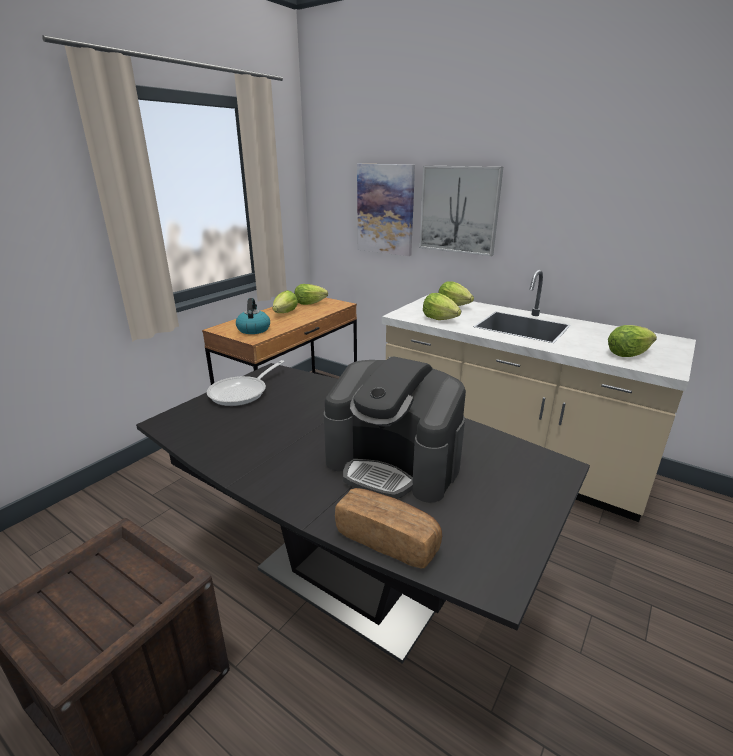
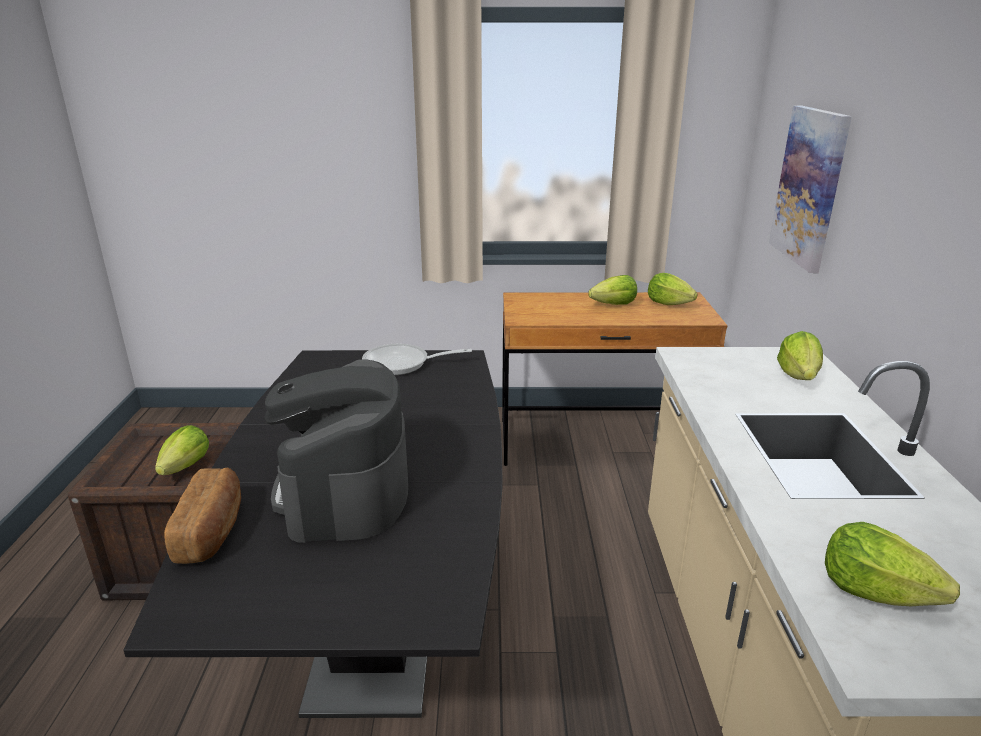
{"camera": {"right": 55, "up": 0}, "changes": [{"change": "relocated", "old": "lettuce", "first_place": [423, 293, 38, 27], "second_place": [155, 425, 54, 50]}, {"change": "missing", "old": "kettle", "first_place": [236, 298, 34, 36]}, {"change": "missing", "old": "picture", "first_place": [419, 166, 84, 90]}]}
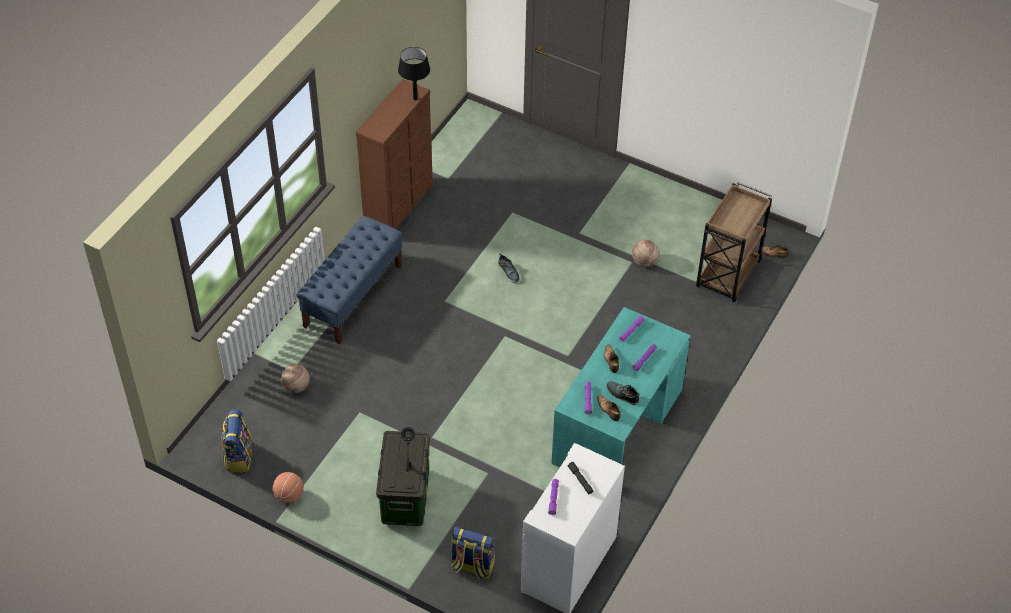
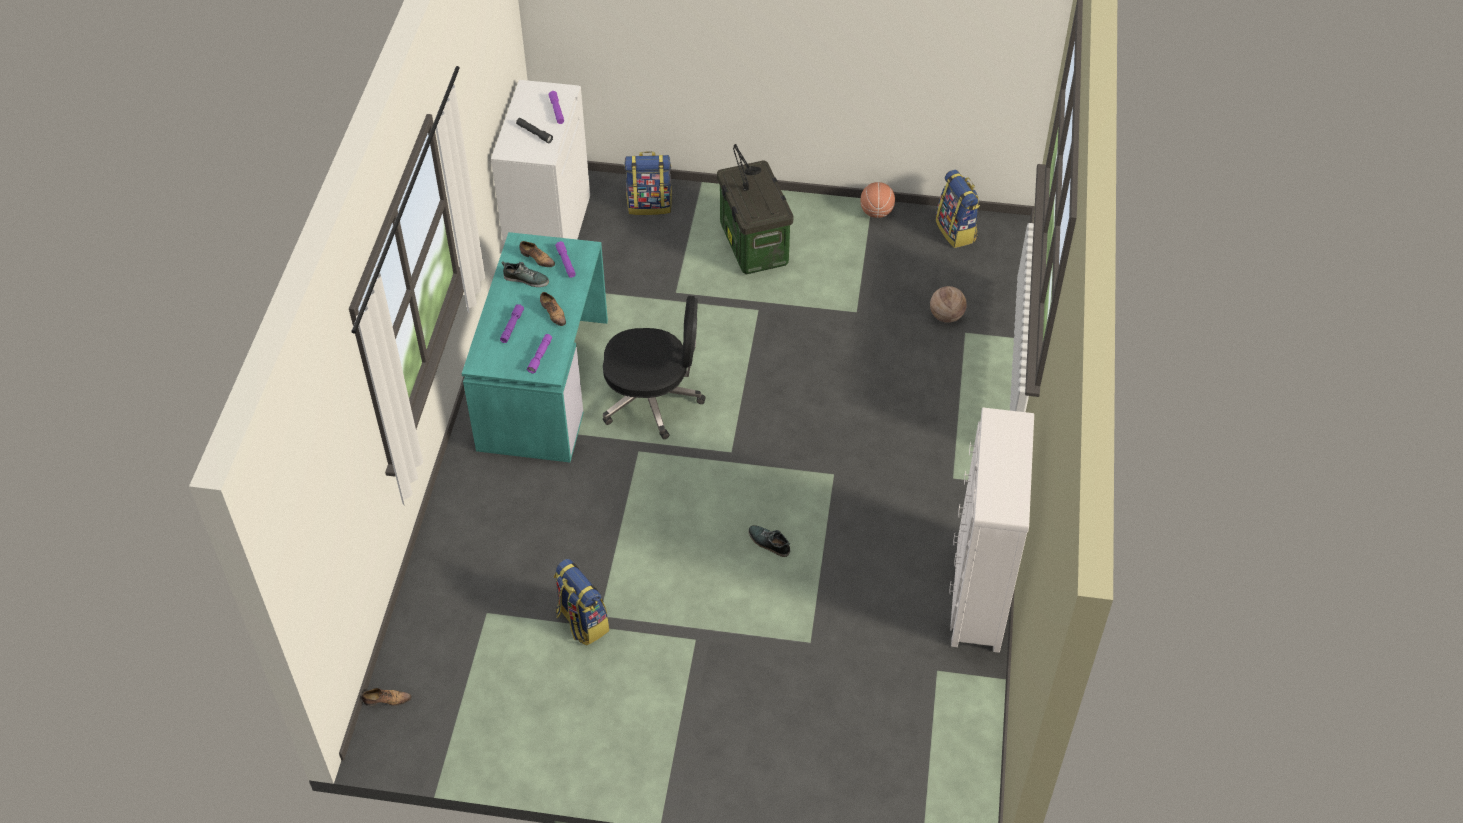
{"camera": {"right": 160, "up": 0}, "changes": [{"change": "exchanged", "old": "basketball", "new": "backpack", "first_place": [632, 240, 27, 27], "second_place": [554, 559, 55, 87]}, {"change": "appeared", "new": "office chair (black)", "second_place": [603, 296, 103, 143]}, {"change": "colour", "old": "dresser (brown)", "new": "dresser (white)", "first_place": [356, 79, 77, 150], "second_place": [949, 408, 85, 245]}, {"change": "missing", "old": "bench (blue)", "first_place": [296, 216, 106, 128]}, {"change": "missing", "old": "table lamp (black)", "first_place": [398, 47, 32, 53]}, {"change": "missing", "old": "cart (brown)", "first_place": [696, 182, 76, 120]}]}
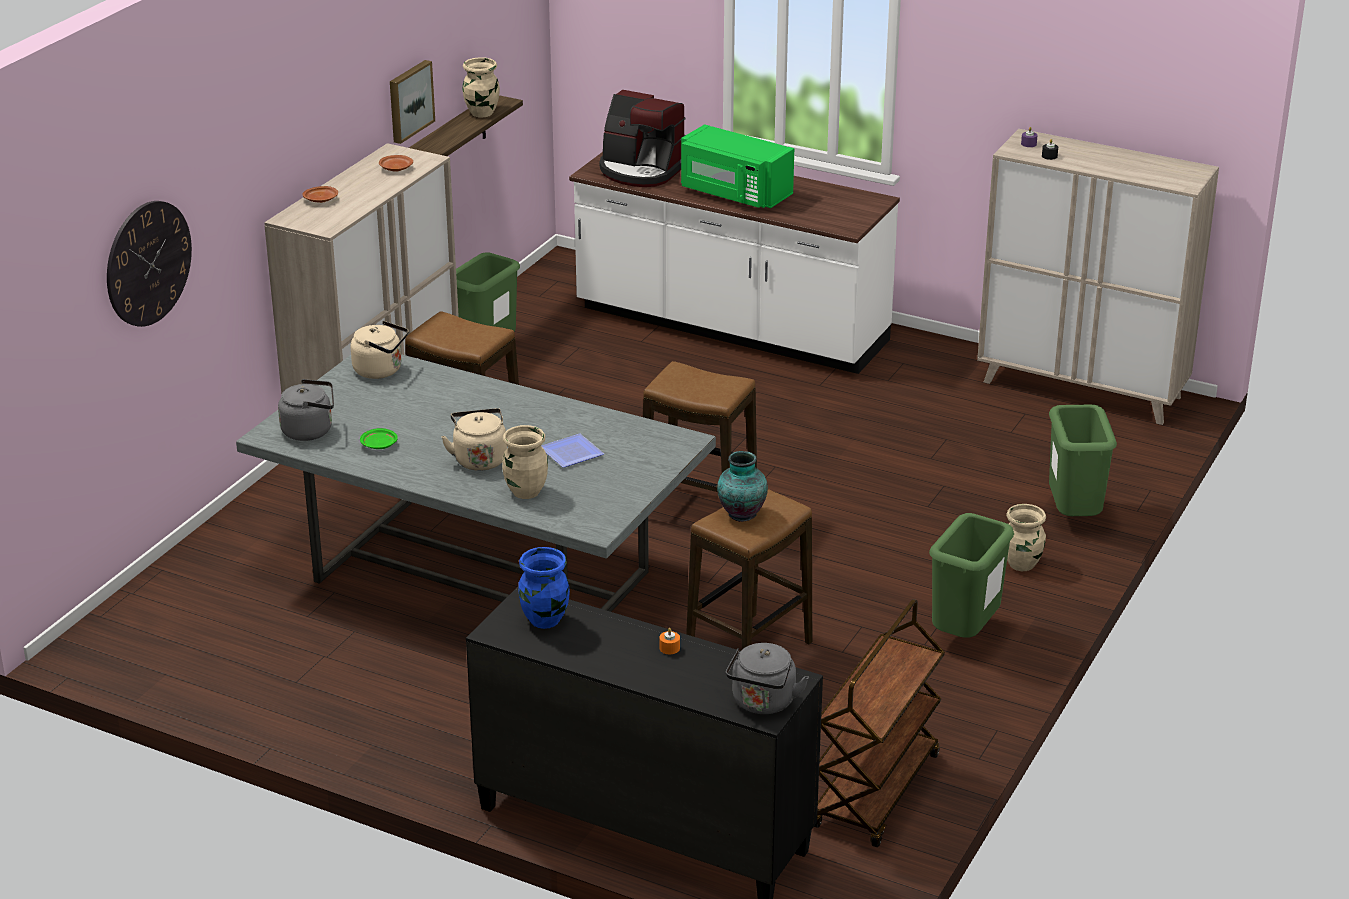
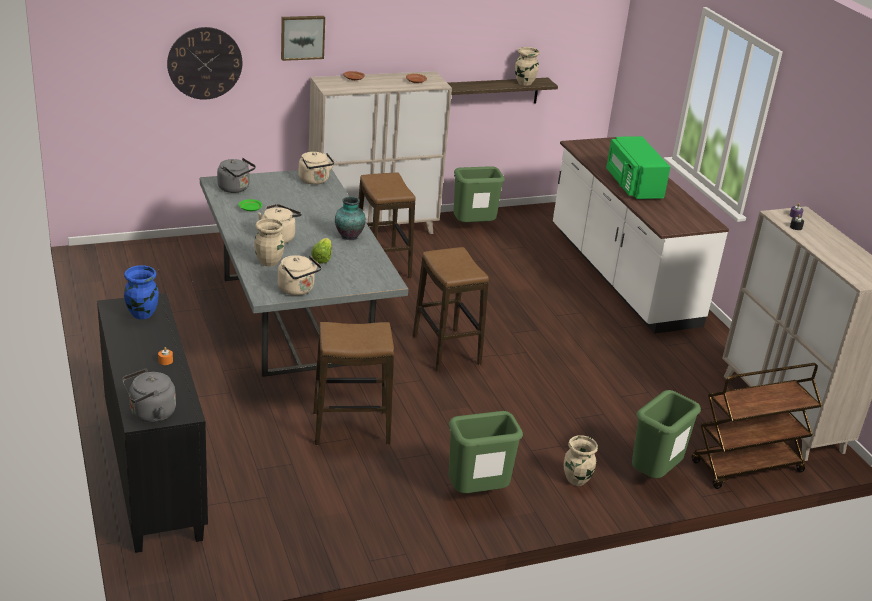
{"camera": {"right": 40, "up": 0}, "changes": [{"change": "appeared", "new": "kettle (beige)", "second_place": [278, 255, 44, 41]}, {"change": "relocated", "old": "picture", "first_place": [390, 60, 45, 84], "second_place": [281, 16, 44, 45]}, {"change": "exchanged", "old": "plate", "new": "lettuce", "first_place": [541, 433, 63, 35], "second_place": [311, 238, 21, 26]}, {"change": "relocated", "old": "vase", "first_place": [717, 451, 51, 71], "second_place": [335, 197, 31, 43]}, {"change": "relocated", "old": "cart (brown)", "first_place": [814, 599, 131, 248], "second_place": [691, 363, 131, 126]}, {"change": "missing", "old": "coffee machine", "first_place": [600, 90, 85, 97]}]}
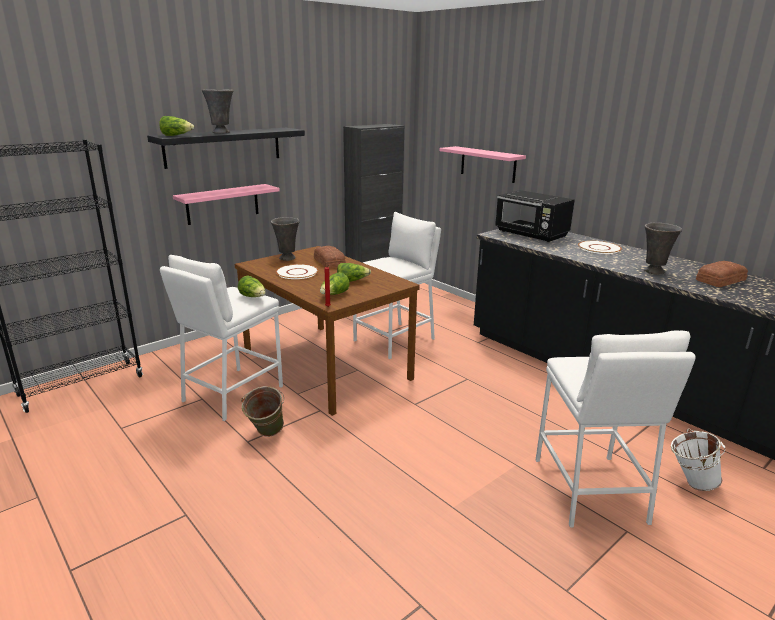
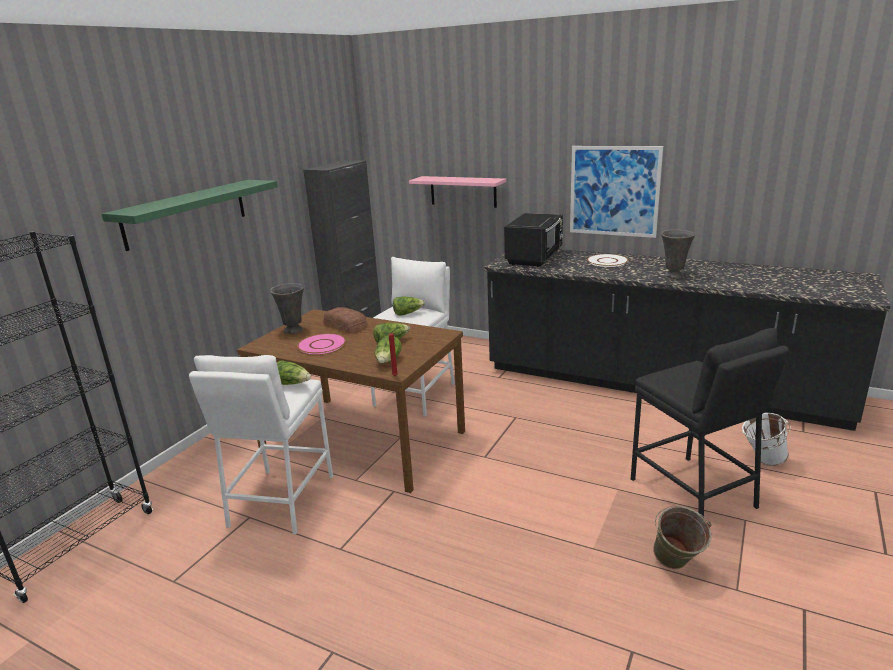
{"camera": {"right": -20, "up": 0}, "changes": [{"change": "colour", "old": "shelf (black)", "new": "shelf (green)", "first_place": [147, 128, 158, 41], "second_place": [102, 180, 176, 71]}, {"change": "colour", "old": "plate (white)", "new": "plate (pink)", "first_place": [276, 264, 42, 15], "second_place": [297, 334, 49, 20]}, {"change": "relocated", "old": "lettuce", "first_place": [159, 116, 35, 20], "second_place": [393, 296, 32, 20]}, {"change": "spun", "old": "microwave (black)", "first_place": [495, 190, 80, 52], "second_place": [504, 213, 59, 54], "degrees": -90}, {"change": "appeared", "new": "picture", "second_place": [570, 146, 93, 92]}, {"change": "colour", "old": "stool (white)", "new": "stool (black)", "first_place": [535, 330, 161, 198], "second_place": [631, 328, 158, 190]}, {"change": "relocated", "old": "bucket (green)", "first_place": [241, 386, 43, 51], "second_place": [653, 506, 59, 63]}, {"change": "missing", "old": "shelf (pink)", "first_place": [173, 184, 107, 41]}, {"change": "missing", "old": "vase (grey)", "first_place": [202, 89, 31, 45]}, {"change": "missing", "old": "bread", "first_place": [696, 261, 52, 26]}]}
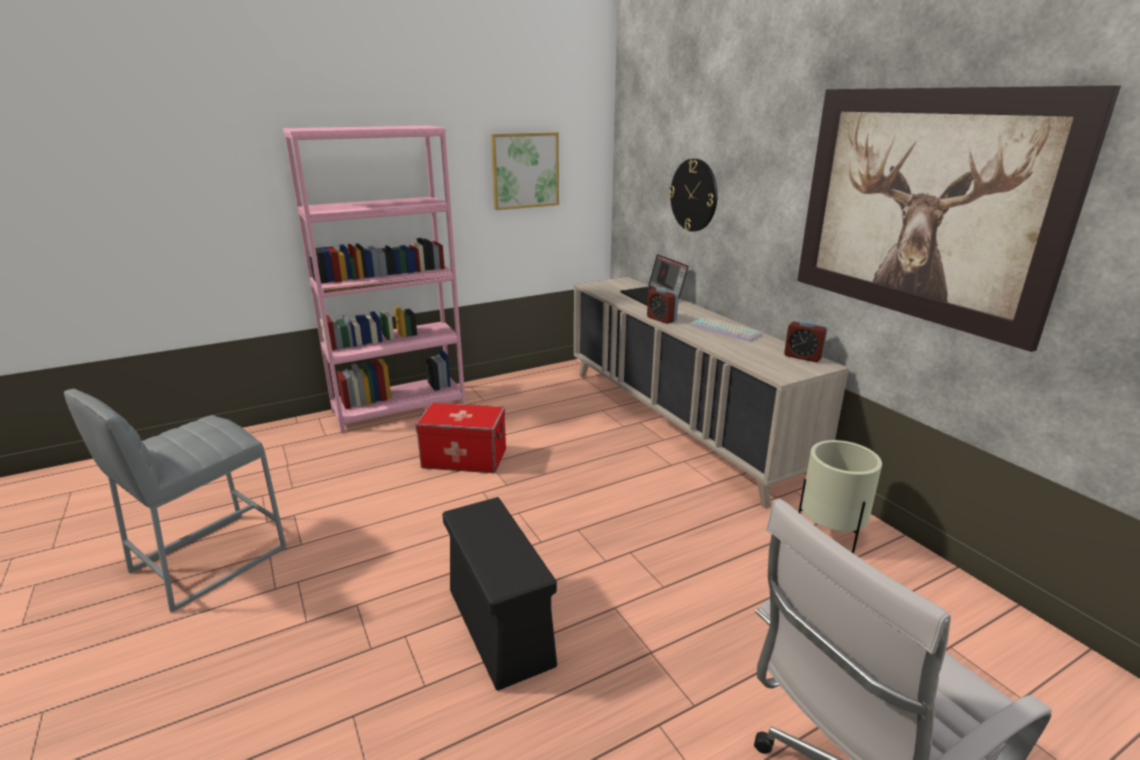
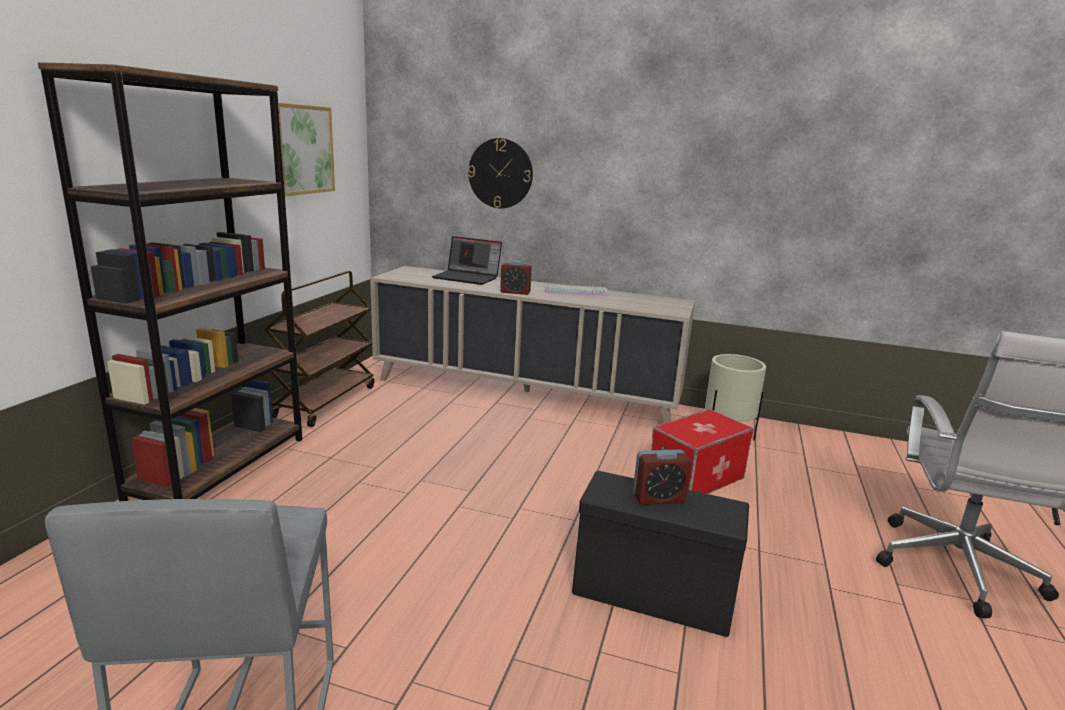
{"camera": {"right": -45, "up": -5}, "changes": [{"change": "colour", "old": "bookcase (pink)", "new": "bookcase (brown)", "first_place": [283, 126, 182, 307], "second_place": [38, 62, 265, 439]}, {"change": "appeared", "new": "cart (brown)", "second_place": [264, 271, 111, 156]}, {"change": "relocated", "old": "alarm clock", "first_place": [784, 320, 44, 42], "second_place": [633, 450, 59, 55]}, {"change": "relocated", "old": "storage box", "first_place": [415, 402, 91, 71], "second_place": [651, 409, 103, 85]}, {"change": "missing", "old": "picture", "first_place": [797, 85, 324, 267]}]}
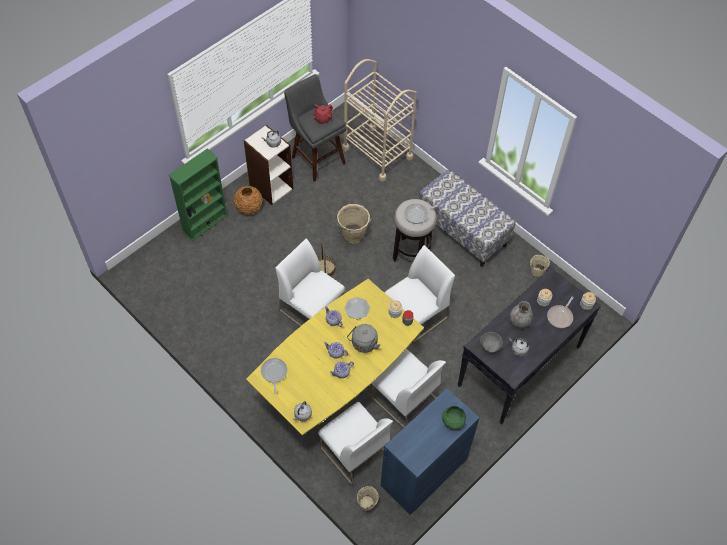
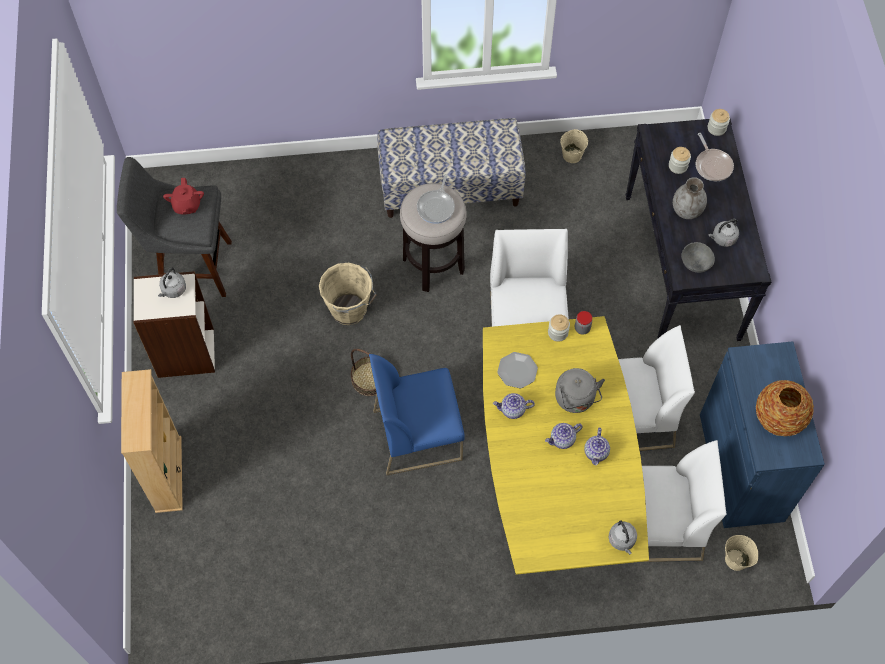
{"camera": {"right": -50, "up": 5}, "changes": [{"change": "colour", "old": "bookcase (green)", "new": "bookcase (beige)", "first_place": [168, 148, 60, 93], "second_place": [121, 369, 62, 144]}, {"change": "colour", "old": "chair (white)", "new": "chair (blue)", "first_place": [275, 238, 70, 88], "second_place": [369, 354, 96, 121]}, {"change": "relocated", "old": "vase", "first_place": [233, 186, 29, 29], "second_place": [756, 380, 58, 56]}, {"change": "missing", "old": "frying pan", "first_place": [261, 358, 27, 36]}, {"change": "missing", "old": "cart (beige)", "first_place": [342, 59, 75, 123]}, {"change": "missing", "old": "bowl (green)", "first_place": [442, 406, 24, 24]}]}
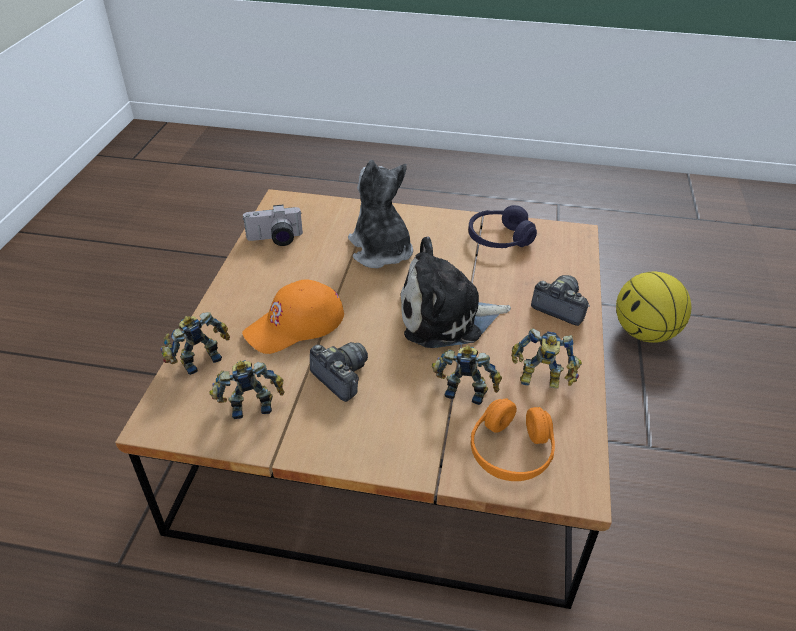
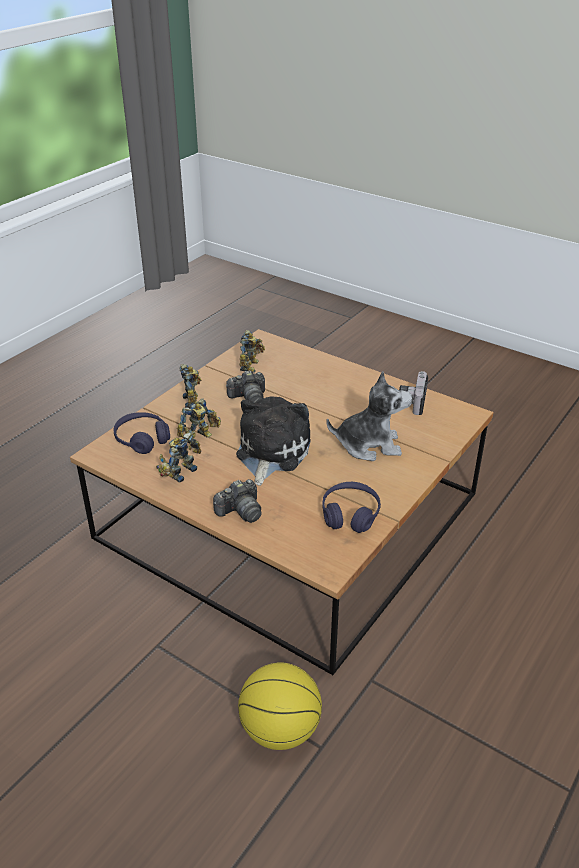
{"camera": {"right": 115, "up": -5}, "changes": [{"change": "colour", "old": "headphones (orange)", "new": "headphones (purple)", "first_place": [471, 398, 84, 83], "second_place": [114, 412, 56, 42]}, {"change": "relocated", "old": "toy robot", "first_place": [161, 312, 69, 63], "second_place": [180, 364, 22, 44]}, {"change": "missing", "old": "cap (orange)", "first_place": [242, 280, 102, 74]}]}
